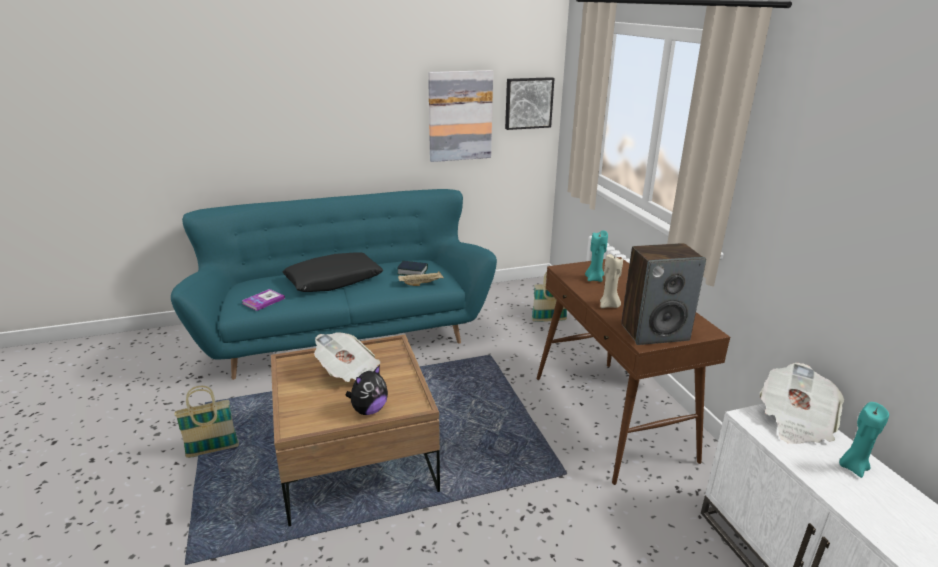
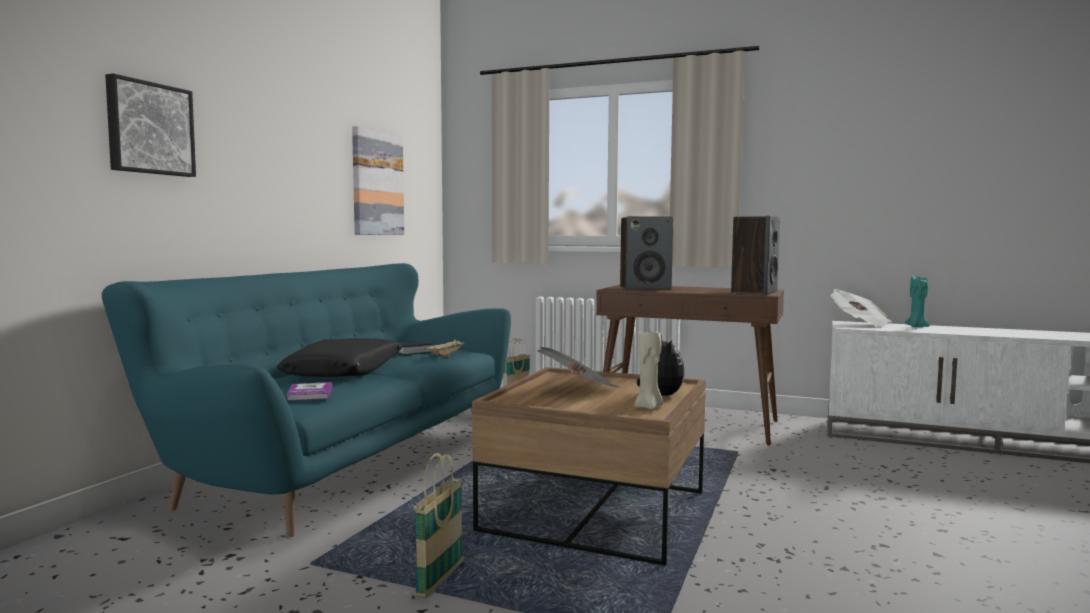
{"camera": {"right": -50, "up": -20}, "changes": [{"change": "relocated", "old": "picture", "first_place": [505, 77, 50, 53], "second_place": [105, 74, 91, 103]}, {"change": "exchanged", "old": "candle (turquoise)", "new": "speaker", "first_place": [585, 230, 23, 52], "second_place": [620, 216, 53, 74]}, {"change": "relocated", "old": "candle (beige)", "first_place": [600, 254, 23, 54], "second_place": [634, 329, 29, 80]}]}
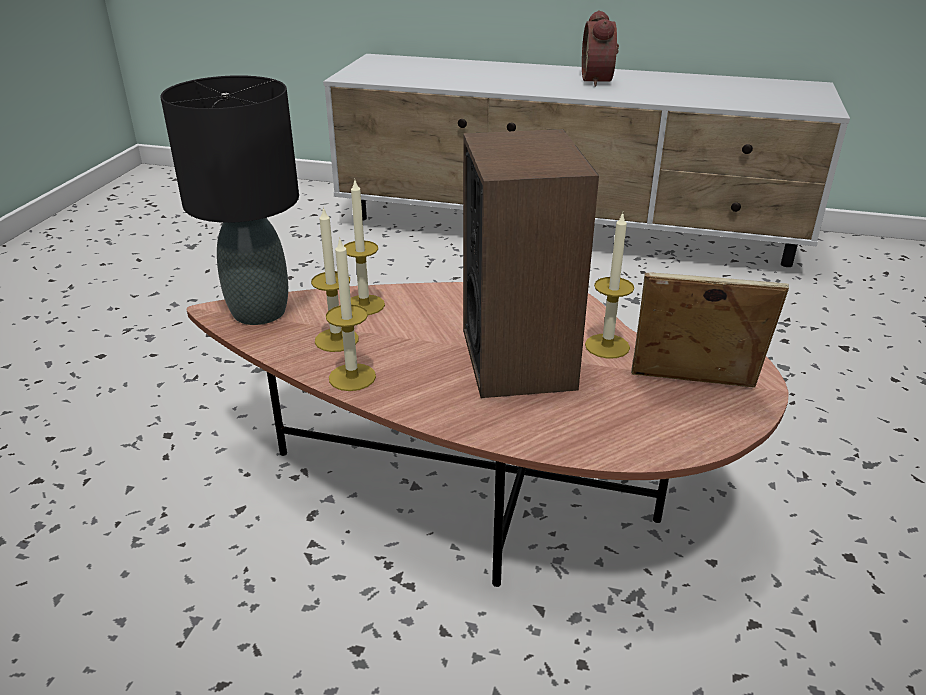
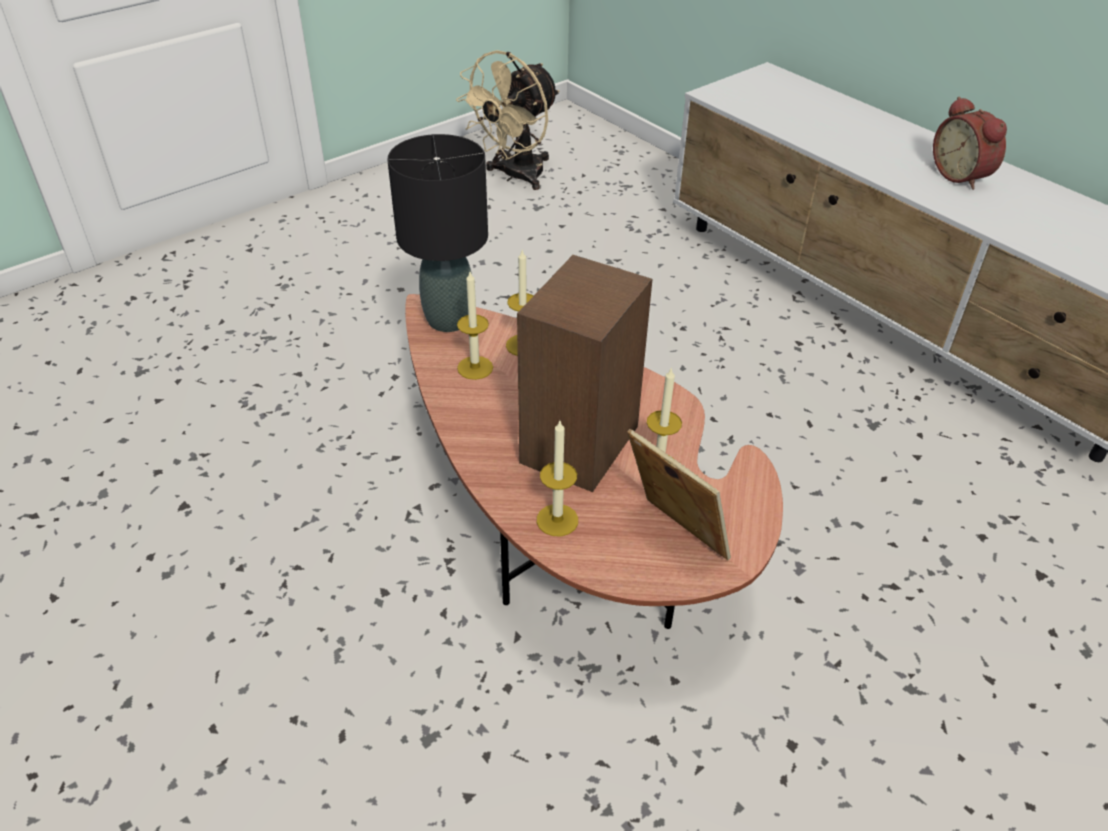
{"camera": {"right": 35, "up": 10}, "changes": [{"change": "appeared", "new": "fan (beige)", "second_place": [456, 50, 103, 140]}, {"change": "relocated", "old": "candle", "first_place": [326, 237, 50, 154], "second_place": [537, 421, 41, 115]}, {"change": "spun", "old": "alarm clock", "first_place": [582, 10, 37, 77], "second_place": [933, 96, 74, 94], "degrees": -60}]}
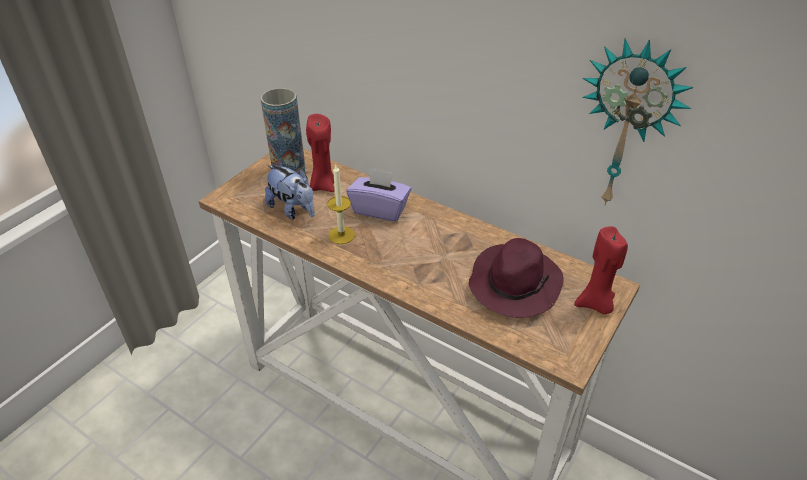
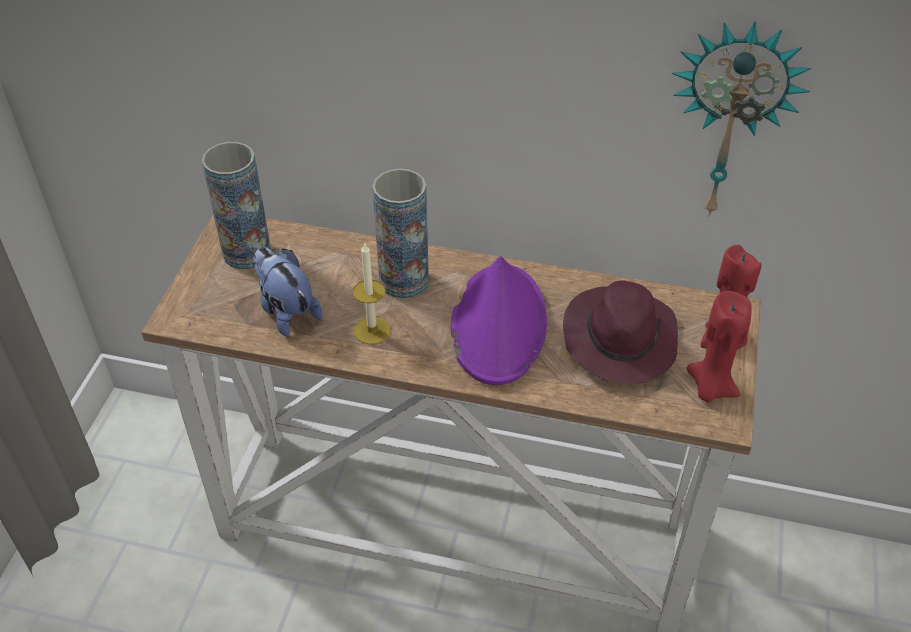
{"camera": {"right": -20, "up": 5}, "changes": [{"change": "spun", "old": "plush toy", "first_place": [265, 165, 50, 54], "second_place": [253, 247, 69, 90], "degrees": -150}, {"change": "exchanged", "old": "tissue box (purple)", "new": "vase", "first_place": [347, 168, 64, 53], "second_place": [372, 169, 57, 129]}, {"change": "appeared", "new": "hat (purple)", "second_place": [451, 256, 96, 129]}, {"change": "relocated", "old": "candle (red)", "first_place": [306, 114, 28, 78], "second_place": [686, 291, 66, 112]}]}
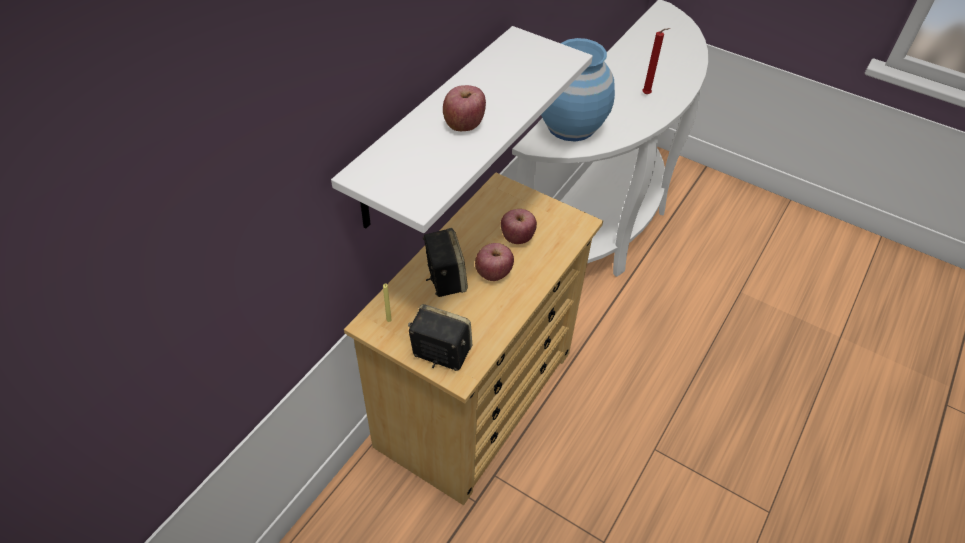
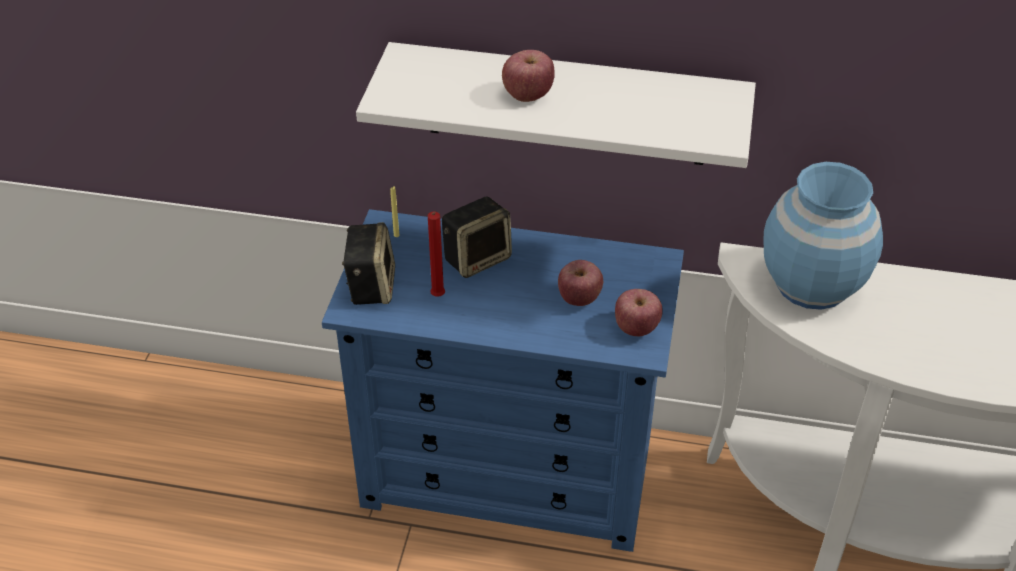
{"camera": {"right": 70, "up": -5}, "changes": [{"change": "colour", "old": "dresser (beige)", "new": "dresser (blue)", "first_place": [344, 173, 259, 332], "second_place": [322, 209, 362, 343]}, {"change": "relocated", "old": "candle (red)", "first_place": [642, 28, 28, 66], "second_place": [428, 211, 17, 86]}, {"change": "relocated", "old": "apple", "first_place": [475, 243, 39, 38], "second_place": [615, 289, 48, 47]}]}
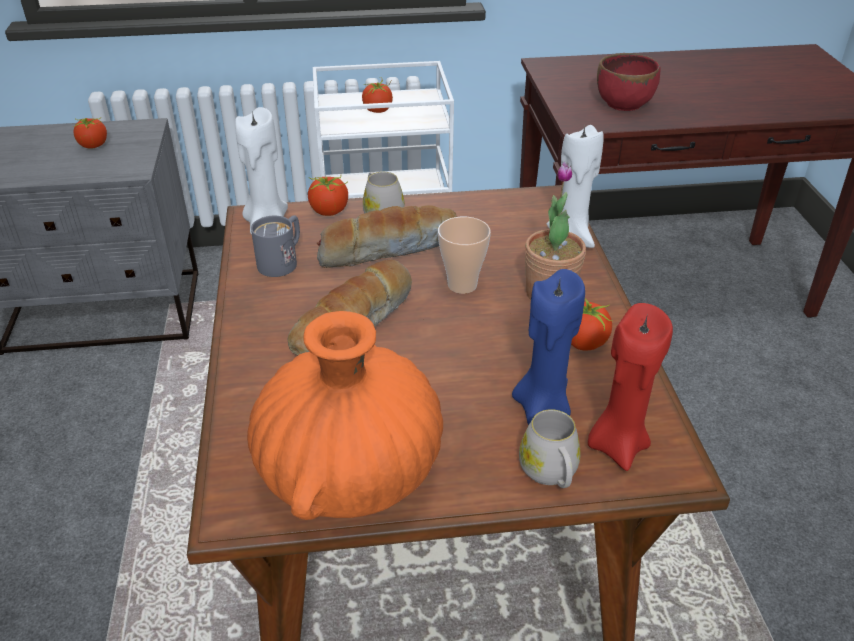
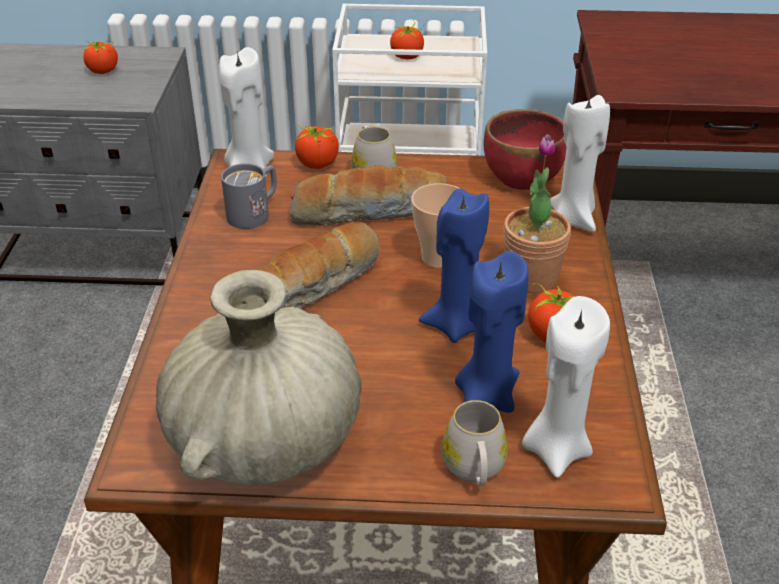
{"camera": {"right": 10, "up": 0}, "changes": [{"change": "colour", "old": "vase (orange)", "new": "vase (beige)", "first_place": [247, 311, 196, 209], "second_place": [156, 270, 205, 215]}, {"change": "appeared", "new": "candle (blue)", "second_place": [419, 188, 70, 155]}, {"change": "relocated", "old": "bowl (red)", "first_place": [597, 53, 63, 58], "second_place": [483, 109, 84, 81]}, {"change": "colour", "old": "candle (red)", "new": "candle (white)", "first_place": [588, 303, 85, 168], "second_place": [522, 296, 88, 182]}]}
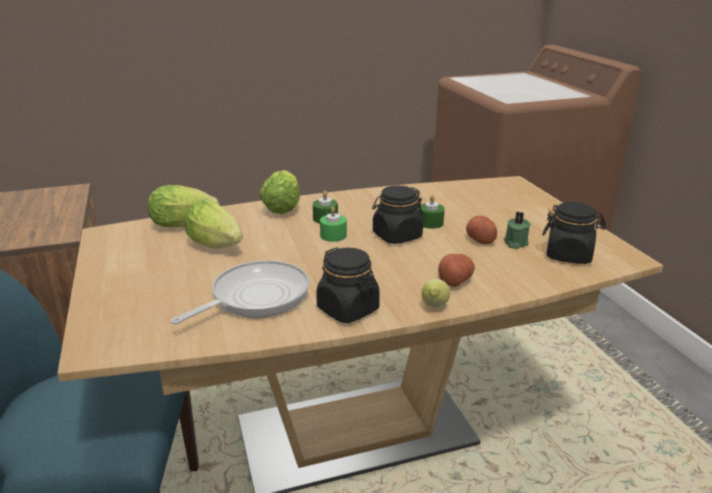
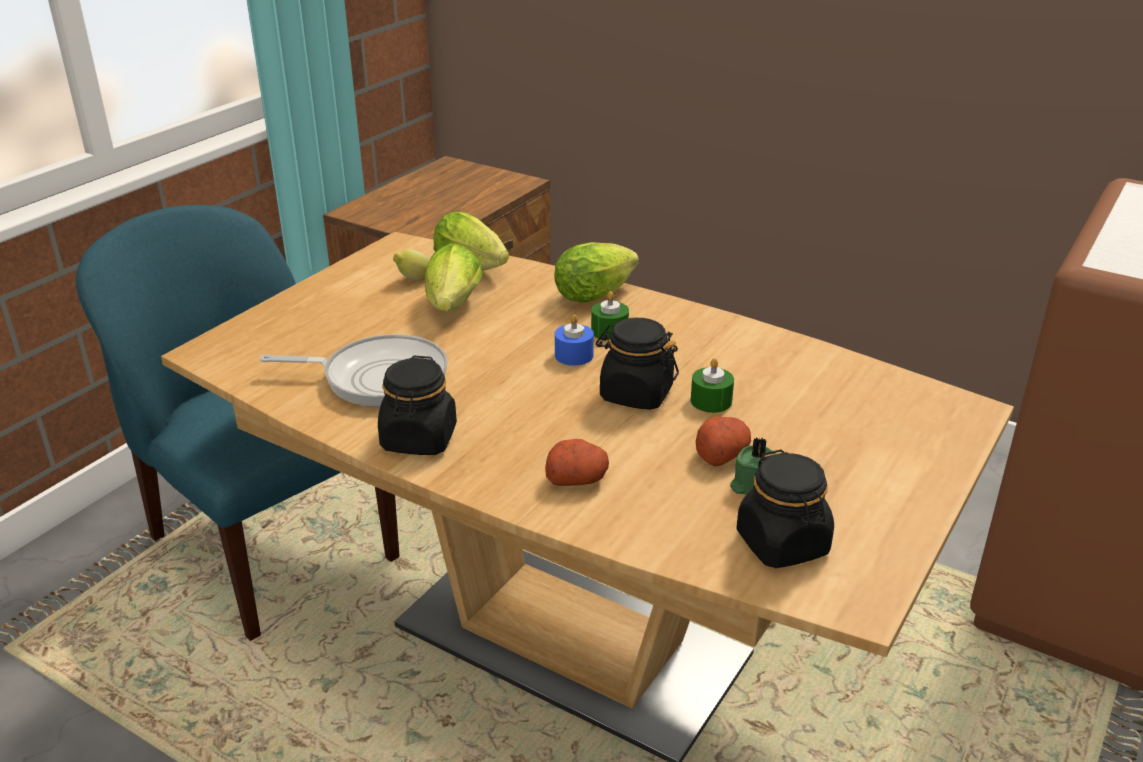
{"camera": {"right": 50, "up": 5}, "changes": [{"change": "relocated", "old": "lemon", "first_place": [422, 279, 28, 29], "second_place": [393, 249, 37, 32]}, {"change": "colour", "old": "candle (green)", "new": "candle (blue)", "first_place": [320, 206, 27, 36], "second_place": [555, 314, 39, 52]}]}
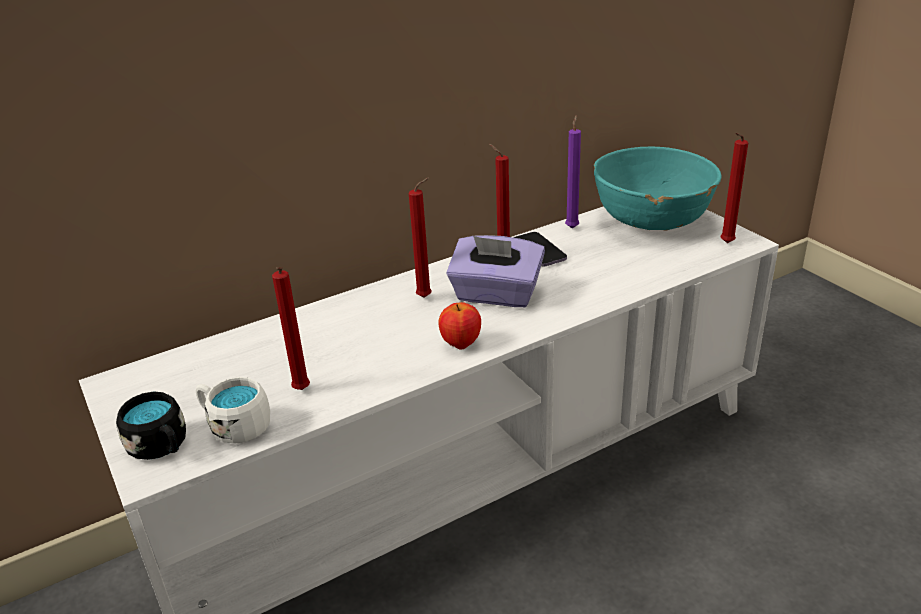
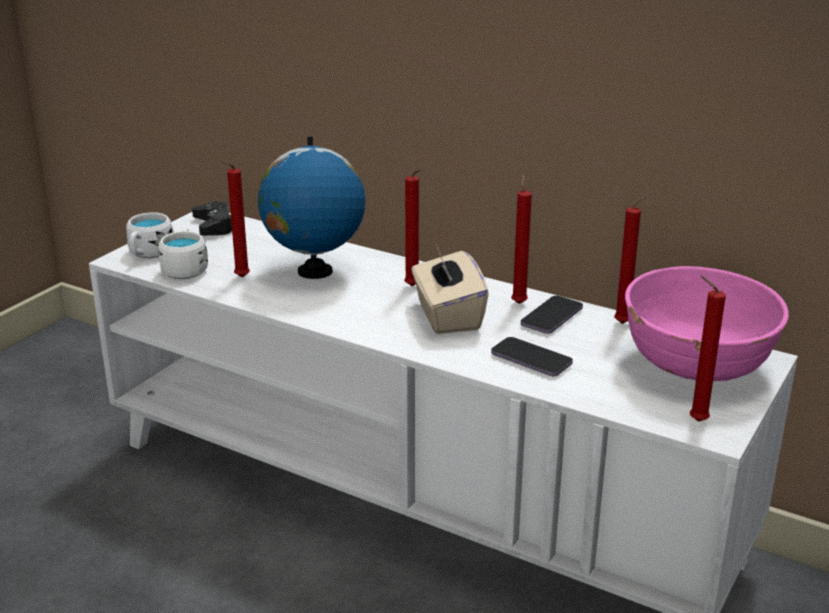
{"camera": {"right": 60, "up": -5}, "changes": [{"change": "colour", "old": "mug (black)", "new": "mug (white)", "first_place": [116, 392, 70, 68], "second_place": [126, 212, 48, 46]}, {"change": "appeared", "new": "game controller (black)", "second_place": [192, 201, 40, 35]}, {"change": "appeared", "new": "globe", "second_place": [258, 137, 108, 142]}, {"change": "colour", "old": "tissue box (purple)", "new": "tissue box (beige)", "first_place": [446, 235, 99, 72], "second_place": [412, 244, 77, 90]}, {"change": "appeared", "new": "phone", "second_place": [491, 337, 82, 39]}, {"change": "colour", "old": "candle (purple)", "new": "candle (red)", "first_place": [565, 115, 16, 113], "second_place": [614, 195, 35, 129]}, {"change": "colour", "old": "bowl (turquoise)", "new": "bowl (pink)", "first_place": [594, 146, 127, 84], "second_place": [625, 266, 164, 115]}, {"change": "missing", "old": "apple", "first_place": [438, 302, 43, 47]}]}
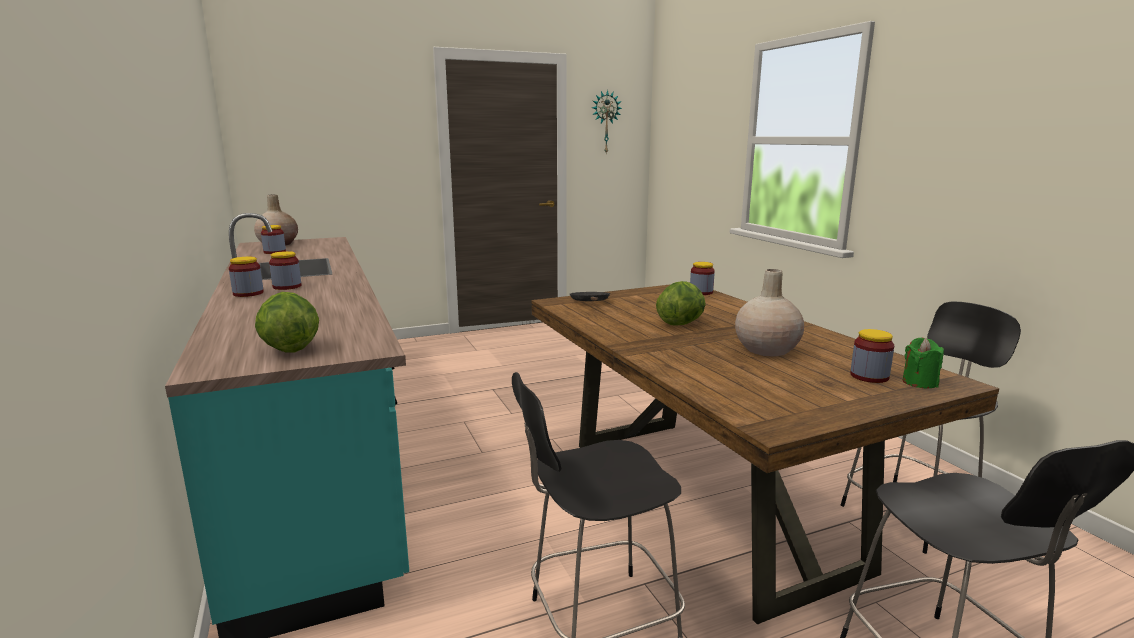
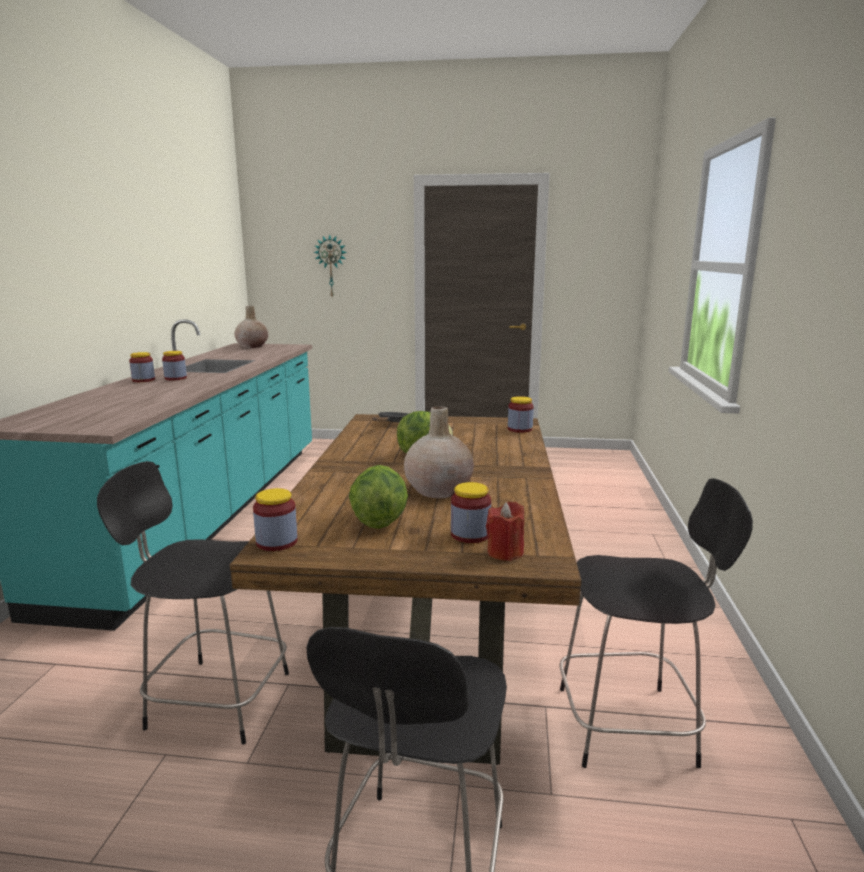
{"camera": {"right": 30, "up": 0}, "changes": [{"change": "relocated", "old": "jar", "first_place": [261, 225, 25, 29], "second_place": [253, 488, 45, 63]}, {"change": "relocated", "old": "wall clock", "first_place": [592, 90, 30, 63], "second_place": [314, 234, 33, 63]}, {"change": "relocated", "old": "lettuce", "first_place": [255, 292, 64, 61], "second_place": [349, 465, 59, 64]}, {"change": "colour", "old": "candle (green)", "new": "candle (red)", "first_place": [903, 338, 41, 50], "second_place": [486, 501, 38, 60]}]}
